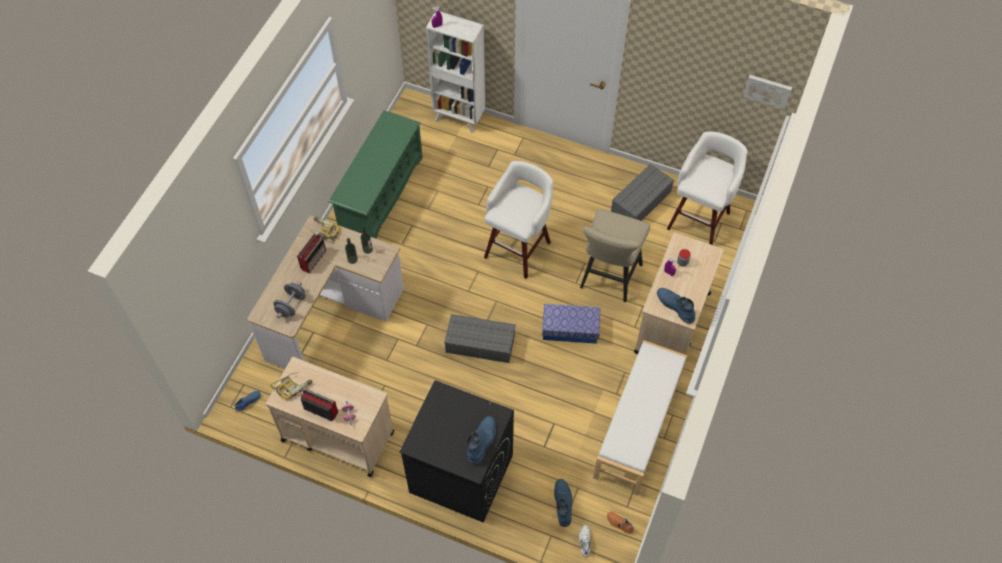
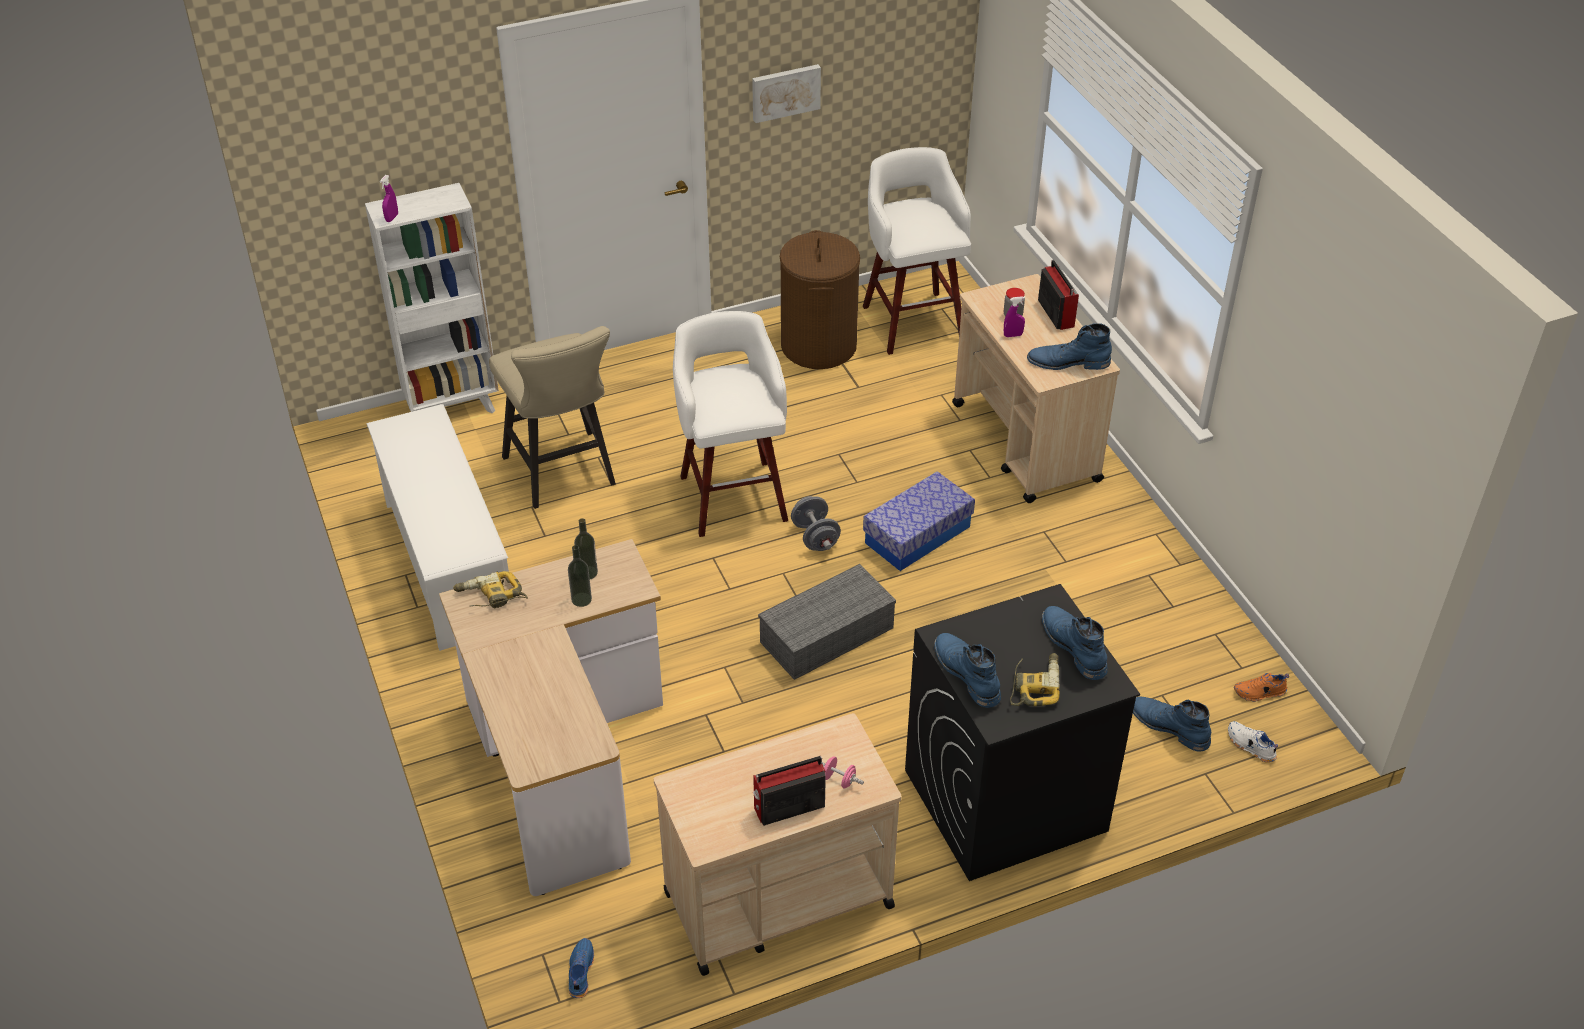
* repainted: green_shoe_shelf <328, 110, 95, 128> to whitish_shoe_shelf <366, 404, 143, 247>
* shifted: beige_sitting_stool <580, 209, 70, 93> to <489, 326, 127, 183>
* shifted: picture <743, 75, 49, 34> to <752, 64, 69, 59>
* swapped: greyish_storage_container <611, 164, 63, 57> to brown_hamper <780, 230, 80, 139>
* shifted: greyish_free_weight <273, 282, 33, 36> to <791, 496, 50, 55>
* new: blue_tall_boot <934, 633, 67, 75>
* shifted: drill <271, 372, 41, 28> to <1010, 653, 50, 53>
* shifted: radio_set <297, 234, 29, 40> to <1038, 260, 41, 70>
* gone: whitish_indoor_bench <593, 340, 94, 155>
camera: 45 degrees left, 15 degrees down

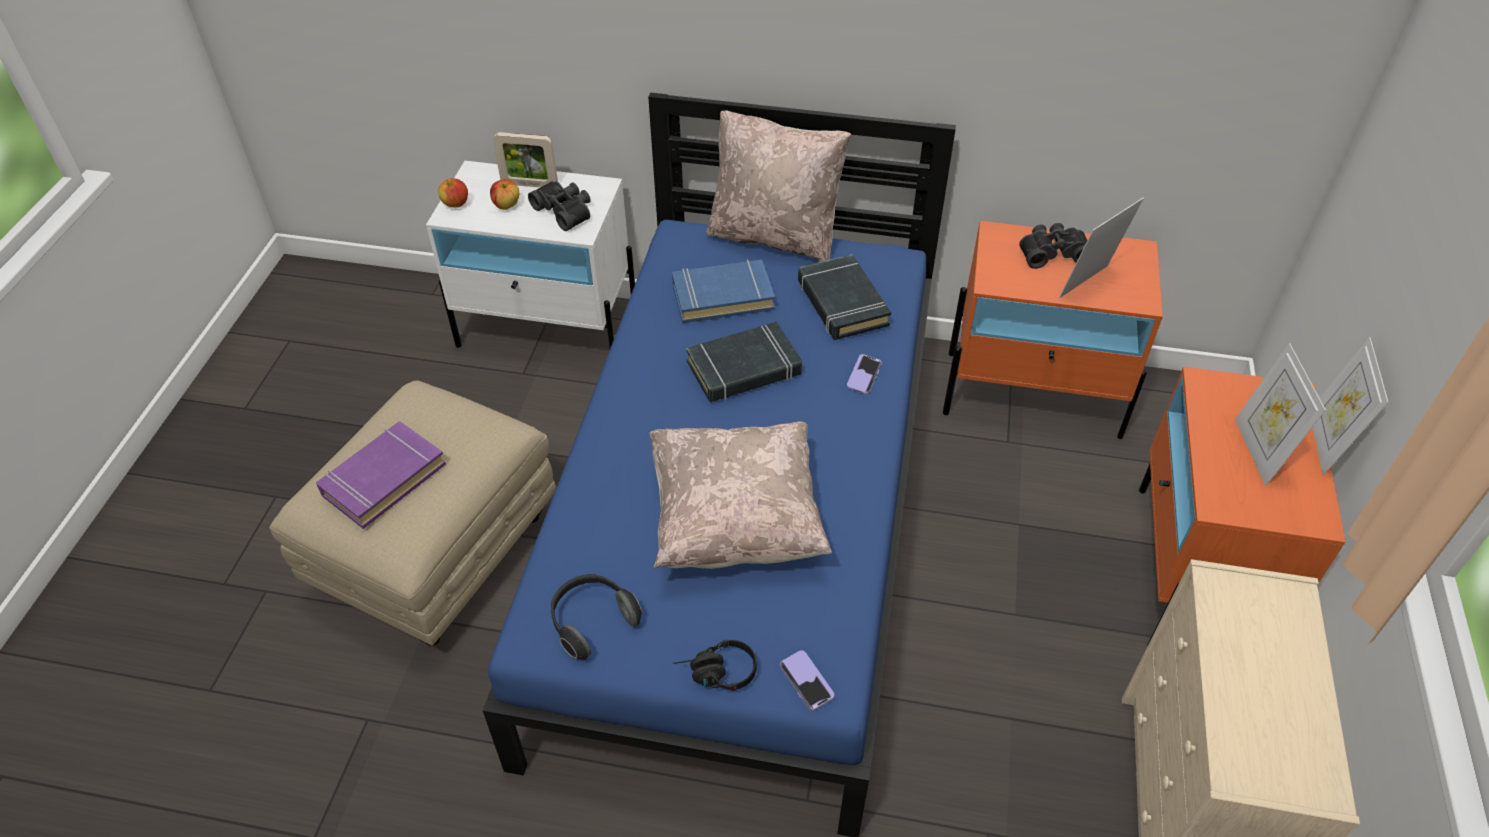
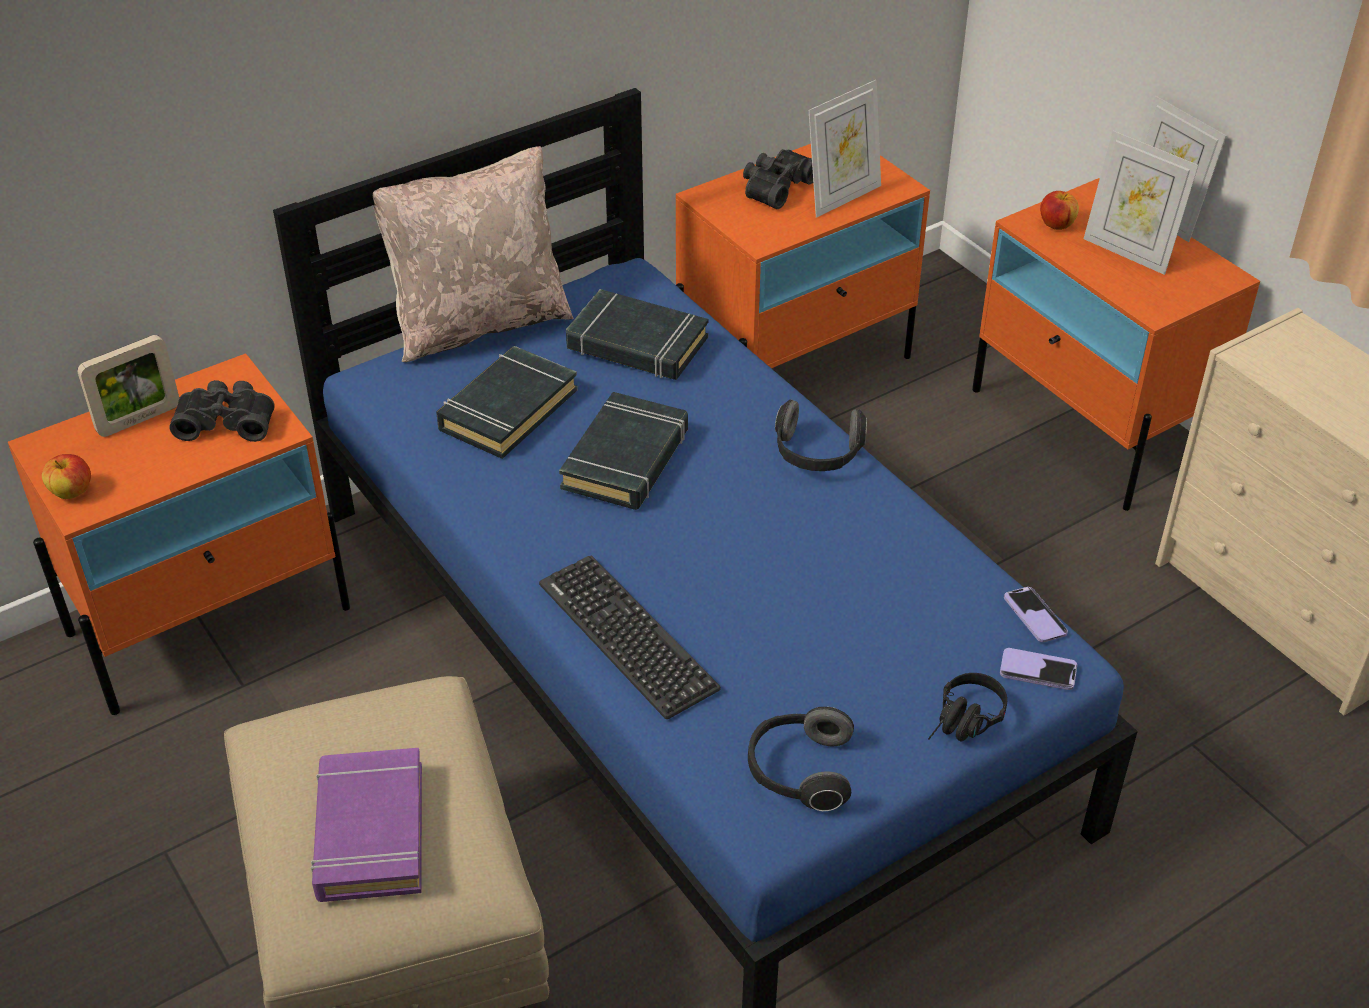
* repainted: whitish_bedside_table <426, 161, 209, 188> to orangey_bedside_table <8, 353, 342, 362>
* repainted: blue_bound_book <672, 259, 103, 64> to blackish_bound_book <436, 346, 142, 113>
* new: PC_keyboard <539, 556, 182, 163>
* new: headphones <775, 399, 92, 72>
* rotated: photo_frame <1059, 198, 85, 100> = <809, 80, 72, 138> 135 degrees counterclockwise
* shifted: telephone <847, 354, 35, 41> to <1004, 587, 64, 55>
* shifted: apple_fruit <490, 179, 29, 31> to <1040, 191, 39, 39>
* gone: beige_pillow <650, 421, 182, 148>
camera: 45 degrees left, 5 degrees down

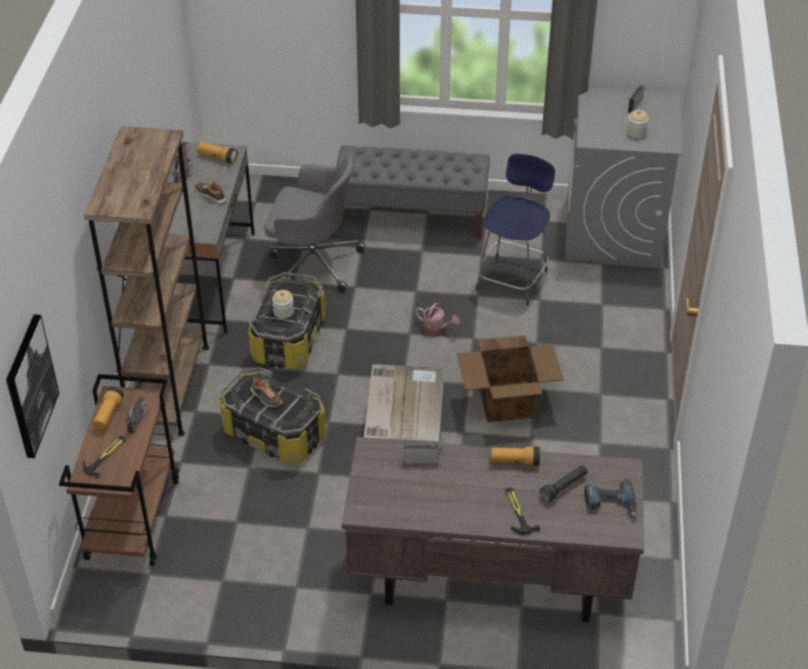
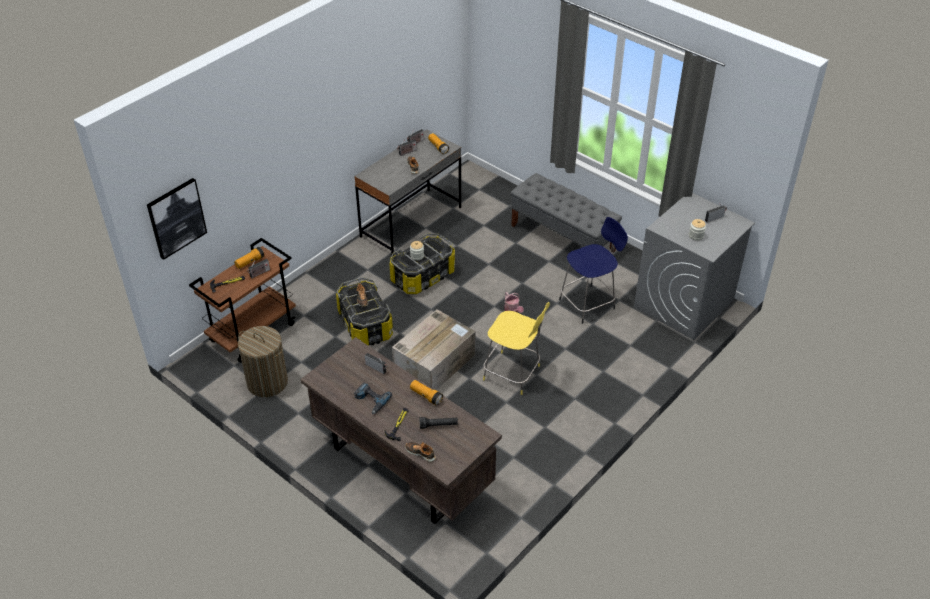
* new: hamper <238, 326, 50, 71>
* shifted: drill <584, 479, 53, 39> to <354, 382, 38, 32>
* new: item_of_footwear <405, 442, 31, 20>
* swapped: carton <457, 335, 107, 87> to yellow-coloured_sitting_stool <483, 302, 67, 93>
* gone: brown_bookcase <84, 126, 125, 310>
* gone: greyish_computer_chair <264, 156, 101, 136>
camera: 35 degrees right, 0 degrees up

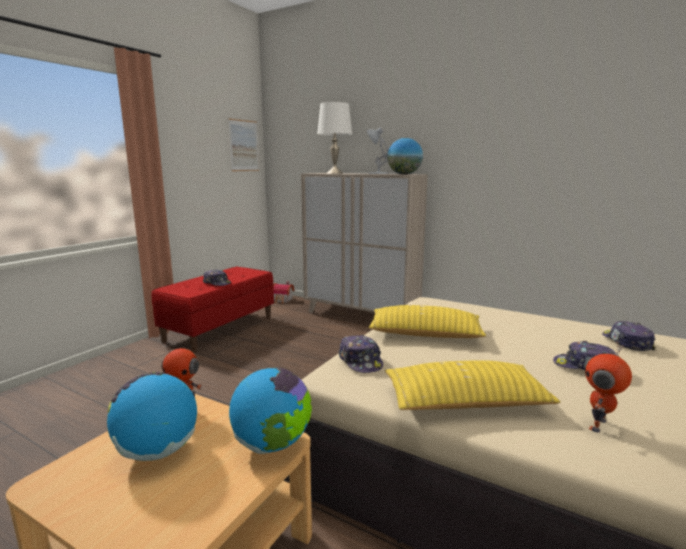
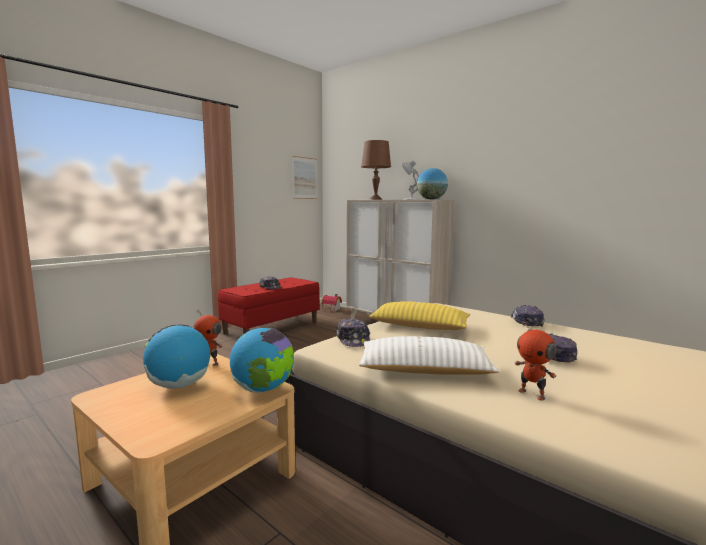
* repainted: yellow-coloured_pillow <385, 360, 176, 50> to whitish_pillow <359, 336, 140, 39>
* repainted: whitish_tabletop_lamp <317, 102, 35, 72> to brown_tabletop_lamp <361, 140, 30, 60>
* shifted: cap <602, 321, 54, 30> to <511, 305, 34, 22>
* rotated: model_robot <585, 345, 47, 88> = <515, 320, 42, 81> 90 degrees counterclockwise
camera: 10 degrees right, 5 degrees down

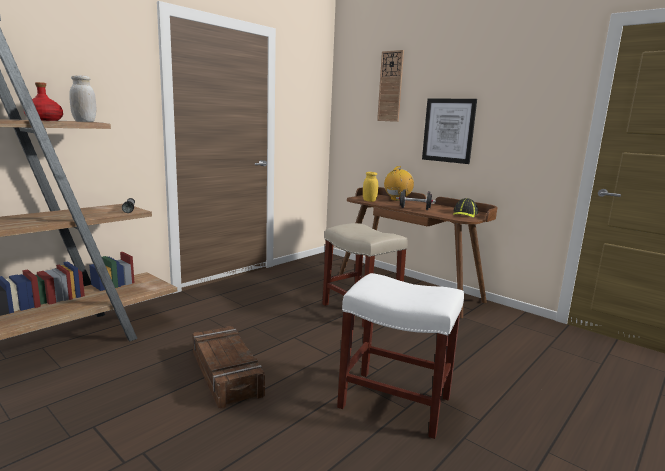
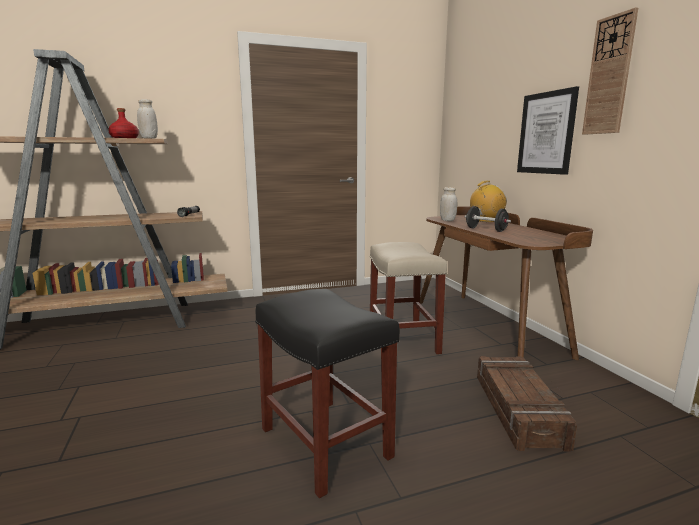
* repainted: whitish_sitting_stool <337, 273, 127, 166> to blackish_sitting_stool <255, 289, 145, 210>
* repainted: yellow-coloured_jar <363, 172, 15, 30> to whitish_jar <440, 187, 17, 34>
* shifted: crate <192, 326, 73, 83> to <477, 356, 100, 96>
* shifted: wall_clock <377, 50, 27, 72> to <582, 7, 56, 128>
* gone: cap <453, 198, 25, 20>
camera: 30 degrees right, 0 degrees up

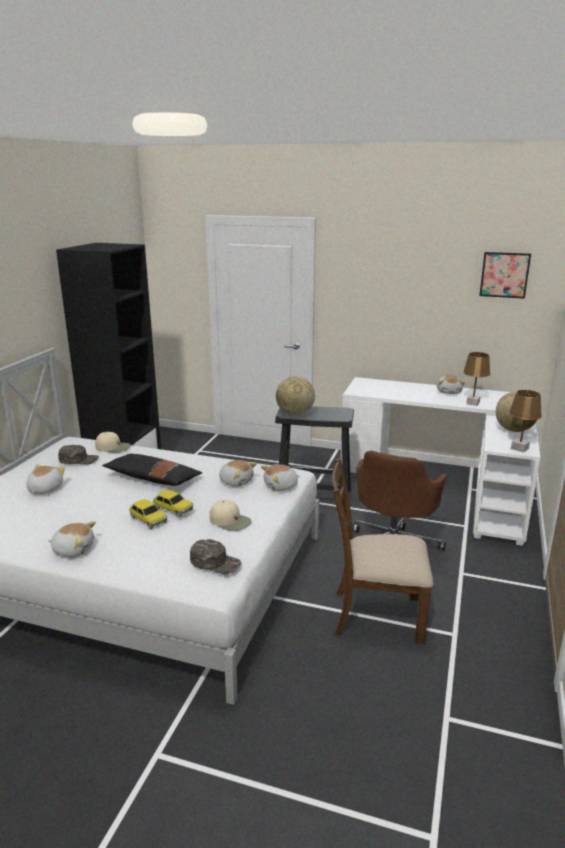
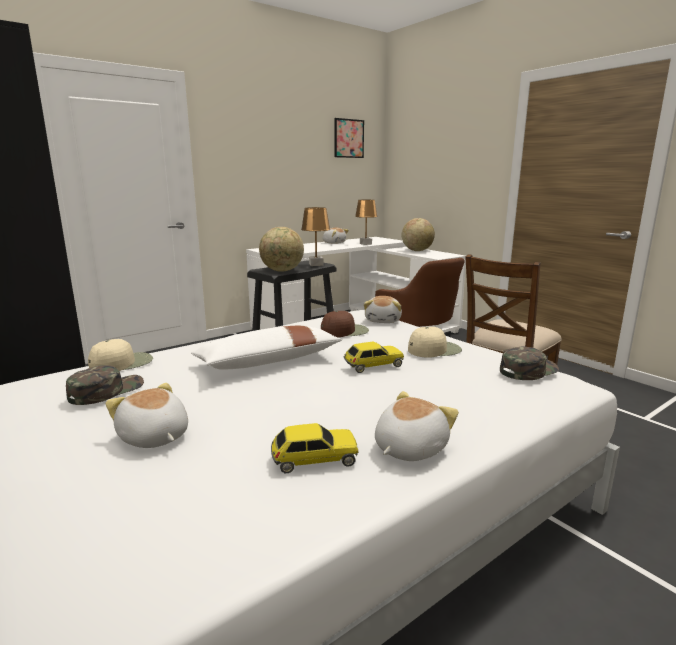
* repainted: blackish_pillow <102, 454, 101, 32> to whitish_pillow <191, 326, 151, 44>
* shifted: miniature_car <129, 499, 38, 30> to <271, 423, 88, 50>
* shifted: brown_tabletop_lamp <509, 390, 33, 62> to <301, 207, 29, 59>
* swapped: plush_toy <219, 460, 38, 27> to brown_cap <321, 311, 48, 26>
camera: 55 degrees left, 5 degrees down

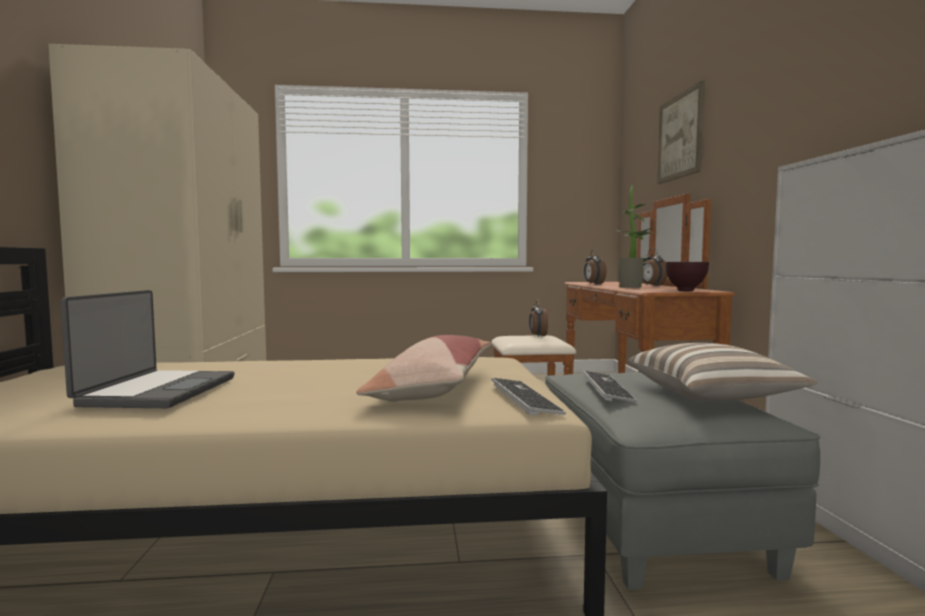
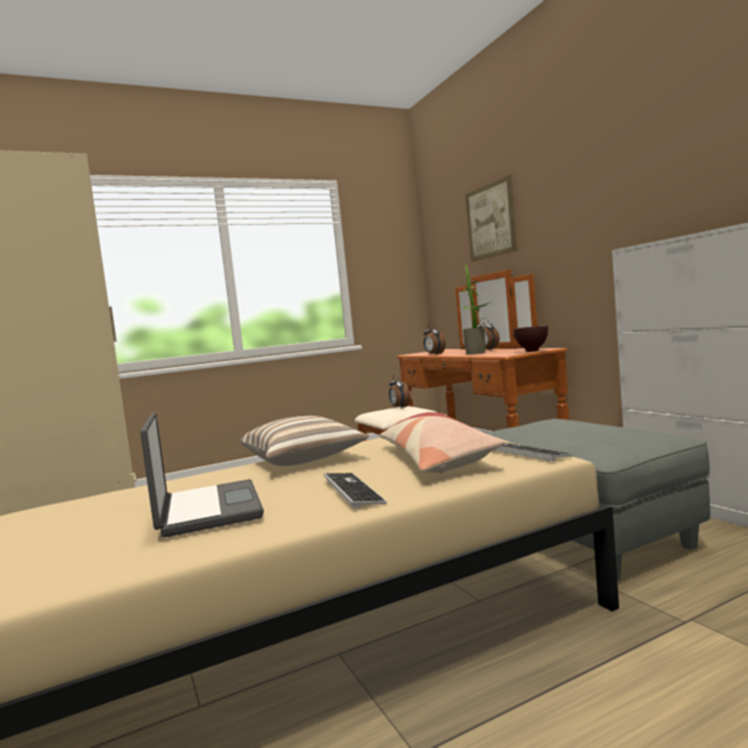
* shifted: pillow <628, 343, 190, 58> to <240, 416, 129, 50>
* shifted: PC_keyboard <583, 371, 54, 31> to <324, 473, 63, 35>
camera: 20 degrees left, 0 degrees up

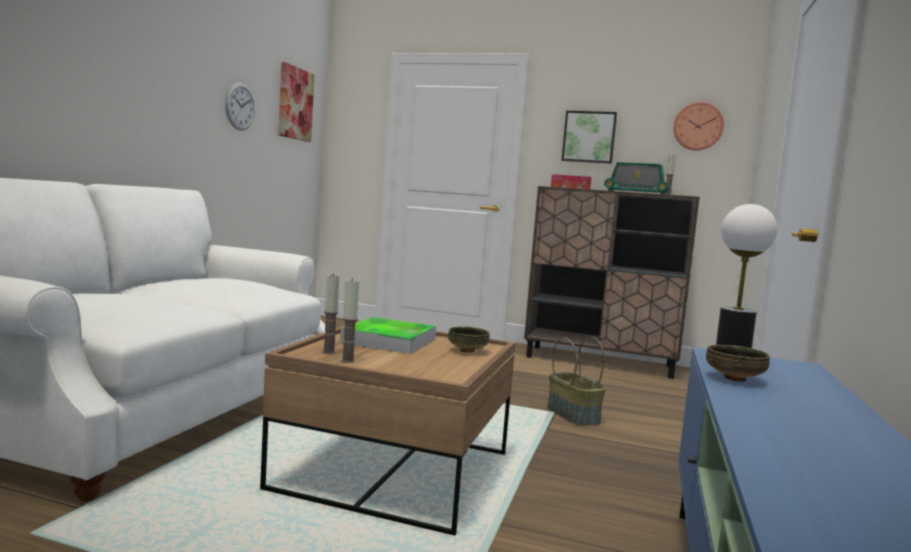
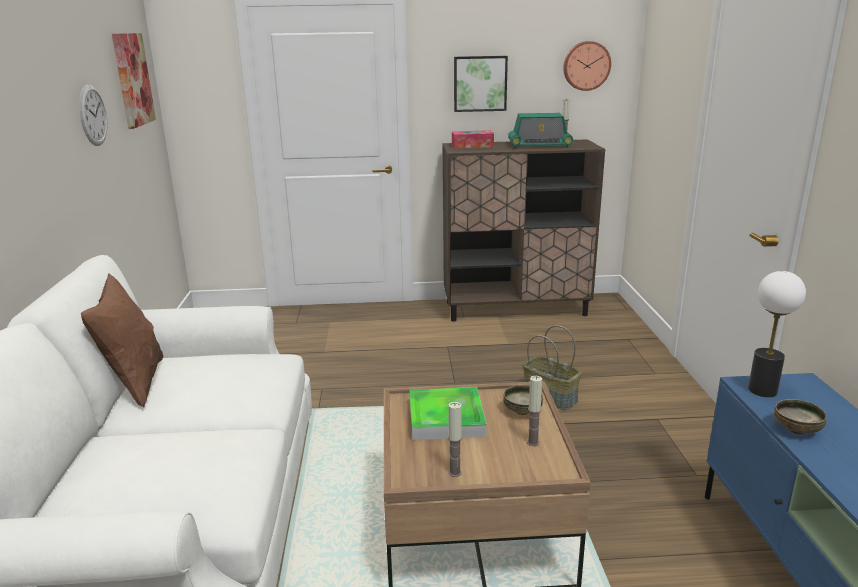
* new: brown_pillow <81, 273, 82, 135>
* shifted: wax_light <322, 273, 18, 81> to <527, 376, 15, 70>
camera: 20 degrees left, 15 degrees up

